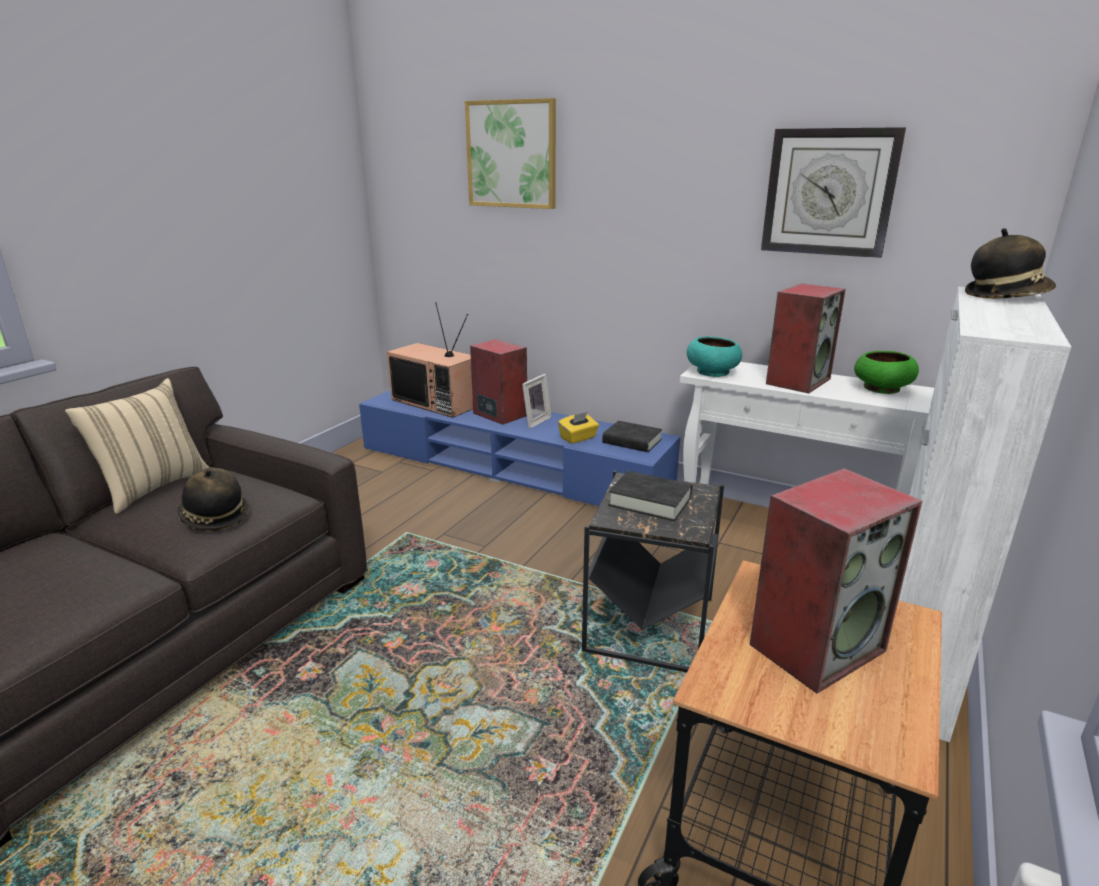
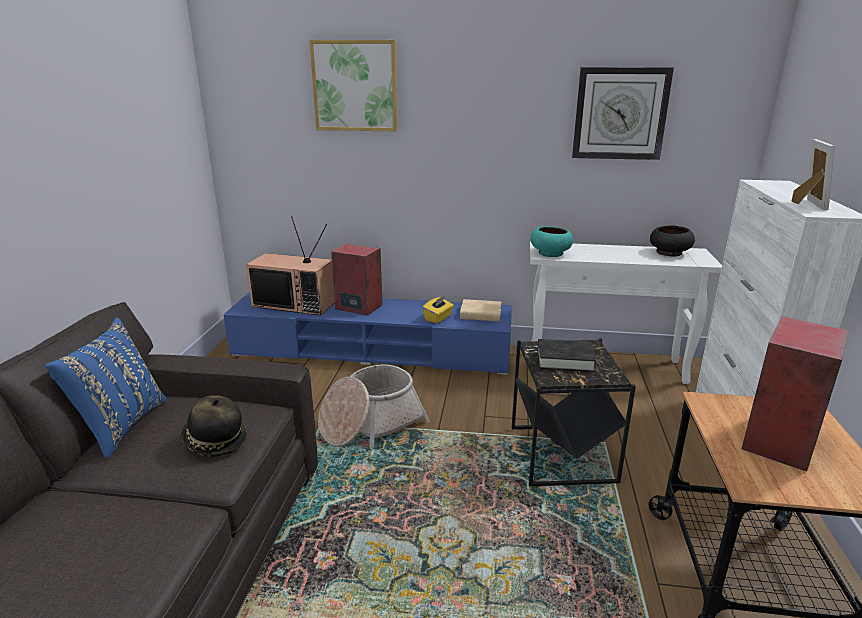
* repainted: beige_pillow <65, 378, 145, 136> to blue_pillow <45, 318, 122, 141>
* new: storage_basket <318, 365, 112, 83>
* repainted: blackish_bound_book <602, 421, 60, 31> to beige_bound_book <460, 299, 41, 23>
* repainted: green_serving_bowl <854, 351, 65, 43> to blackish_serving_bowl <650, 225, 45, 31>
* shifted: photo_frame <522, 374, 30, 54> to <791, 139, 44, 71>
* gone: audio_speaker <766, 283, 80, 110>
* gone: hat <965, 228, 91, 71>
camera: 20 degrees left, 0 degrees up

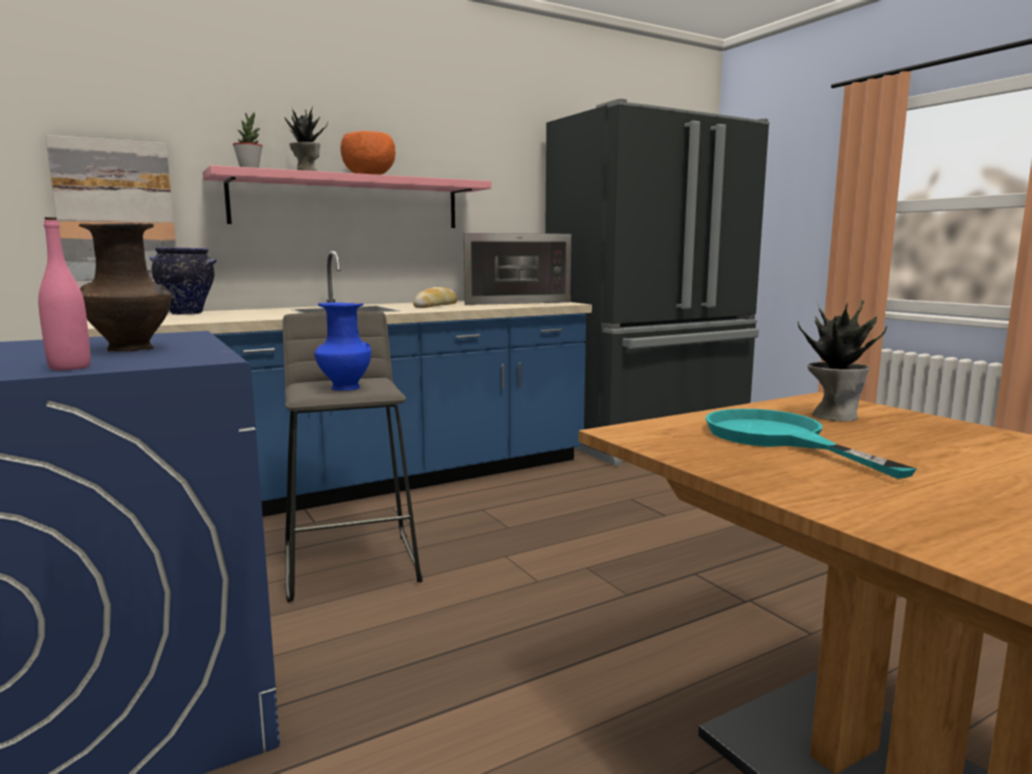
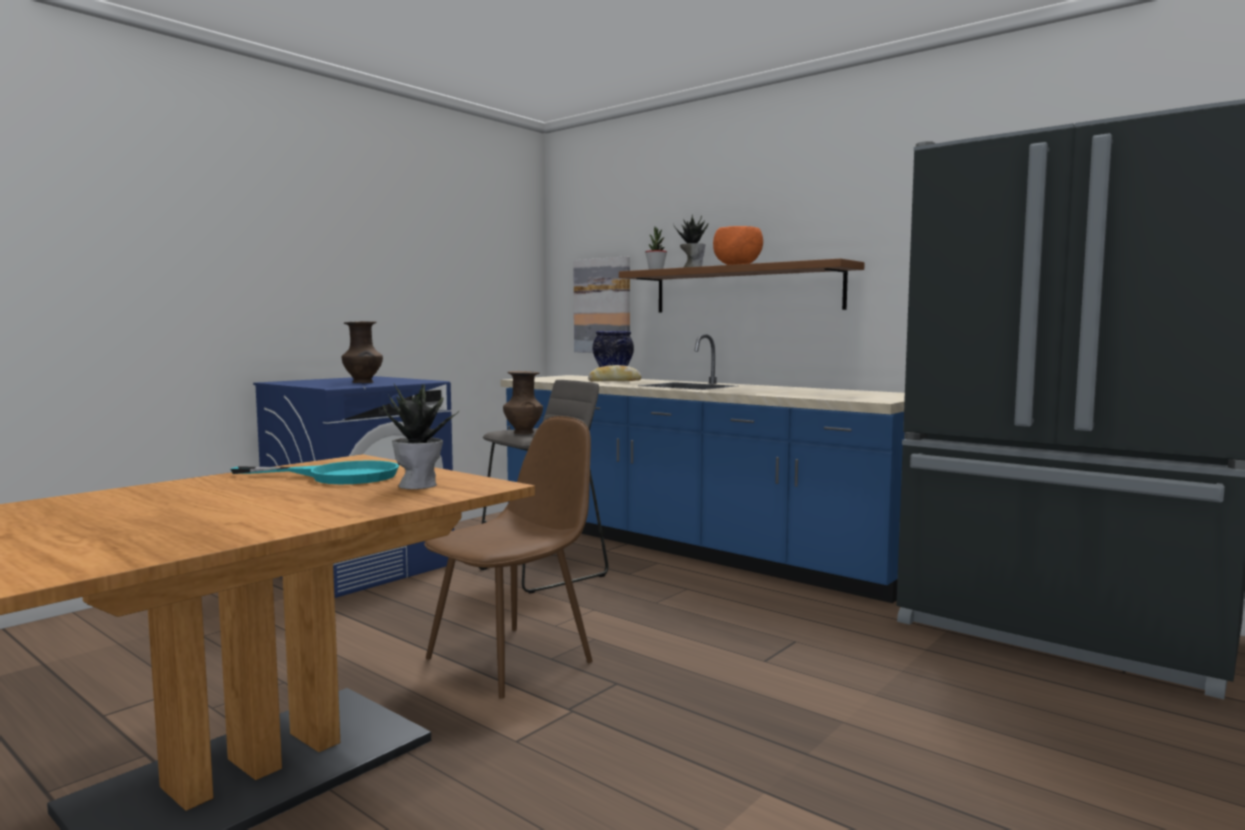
* rotated: turquoise-coloured_skillet <706, 409, 211, 70> = <230, 460, 169, 24> 45 degrees clockwise
* new: brown_upright_chair <424, 416, 169, 282>
* repainted: blue_decorative_vase <314, 302, 57, 89> to brown_decorative_vase <503, 371, 40, 63>
* shifted: bakery_bread <413, 287, 44, 21> to <588, 365, 53, 16>
* repainted: pink-coloured_wall_shelf <203, 165, 289, 63> to brown_wall_shelf <619, 258, 246, 55>
* gone: pink-coloured_drink_bottle <38, 217, 53, 153>
* gone: microwave_oven <464, 233, 107, 72>
camera: 70 degrees right, 5 degrees down

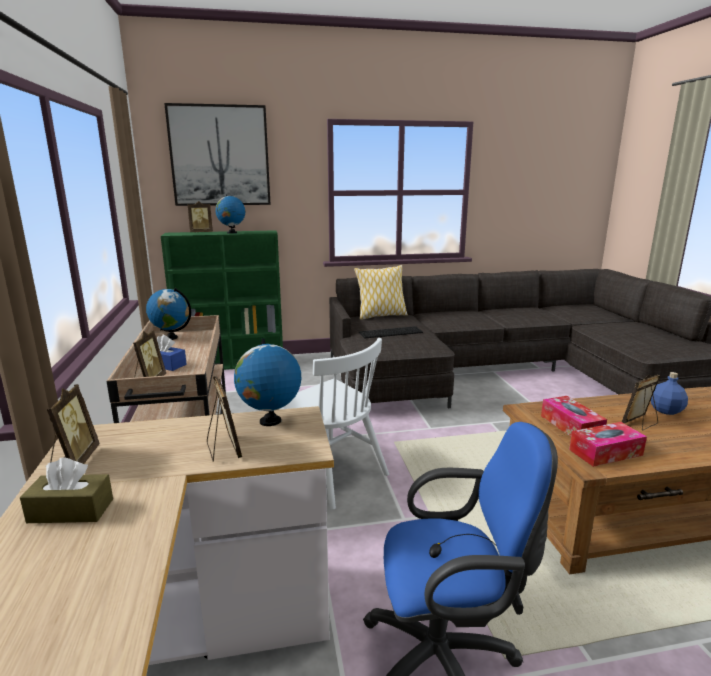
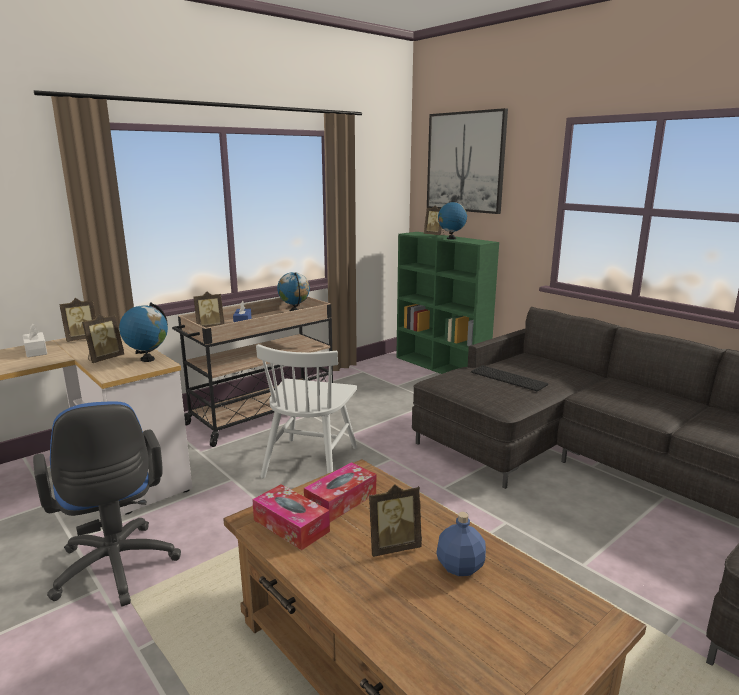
* repainted: brown_box_of_tissues <20, 458, 93, 65> to whitish_box_of_tissues <23, 323, 24, 34>
* rotated: photo_frame <622, 374, 38, 56> = <369, 485, 53, 72> 135 degrees clockwise
* gone: pillow <354, 265, 54, 55>
camera: 60 degrees right, 0 degrees up

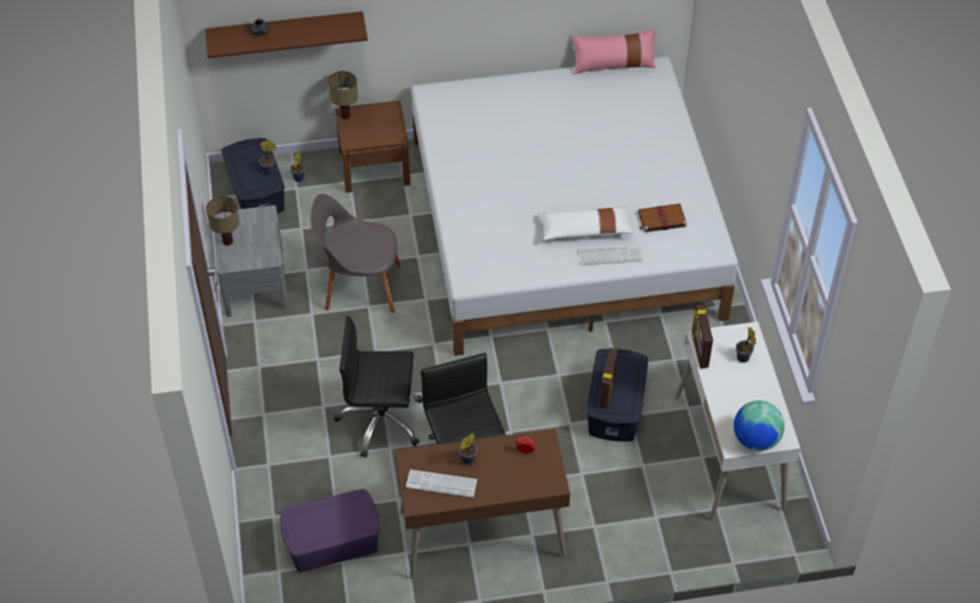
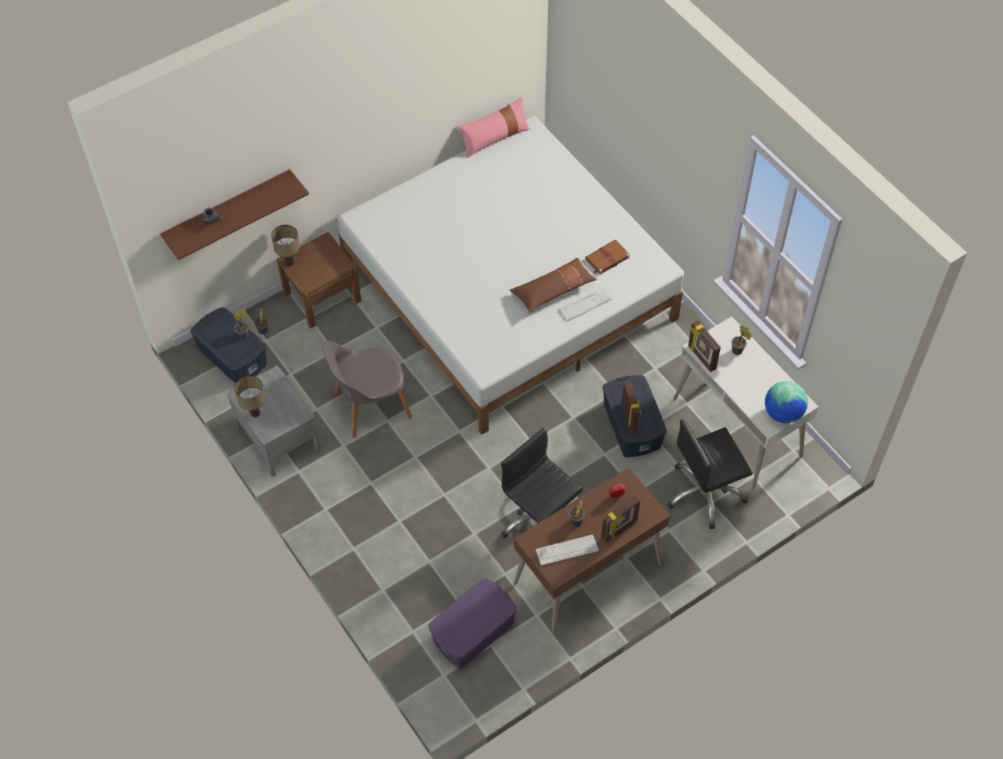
* repainted: whitish_pillow <539, 206, 95, 34> to brown_pillow <510, 258, 87, 54>
* new: photo_frame <601, 496, 39, 47>
* shifted: blackish_computer_chair <334, 316, 88, 142> to <667, 419, 85, 110>
camera: 25 degrees left, 5 degrees up

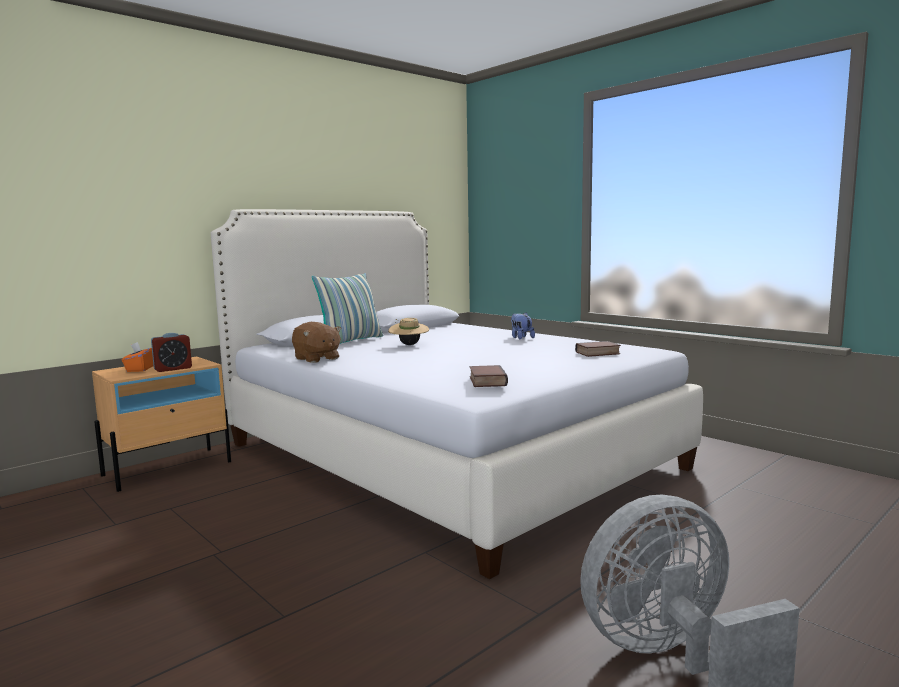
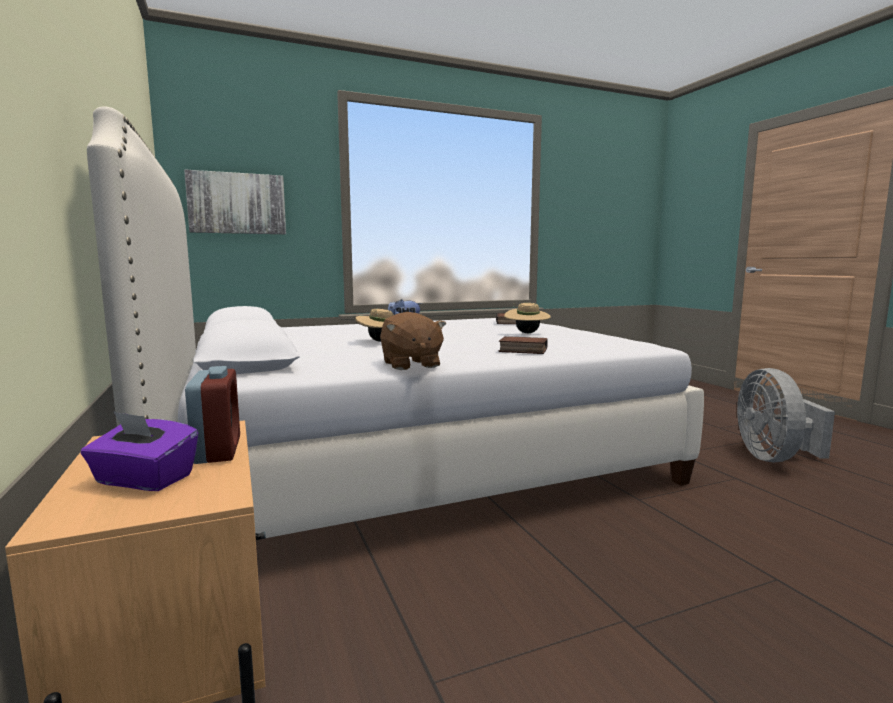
* repainted: orangey_box_of_tissues <121, 342, 32, 30> to purplish_box_of_tissues <81, 411, 117, 80>
* new: picture <184, 170, 102, 64>
* rotated: brown_plush_toy <292, 322, 50, 41> = <380, 312, 66, 58> 90 degrees clockwise
* shifted: bound_book <470, 365, 38, 22> to <499, 336, 49, 18>
* new: beige_hat <504, 303, 47, 30>
* gone: pillow <312, 273, 71, 71>
camera: 70 degrees left, 0 degrees up

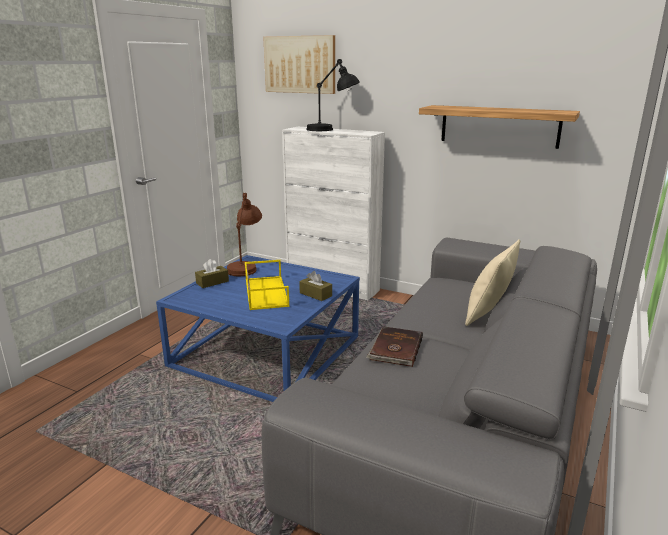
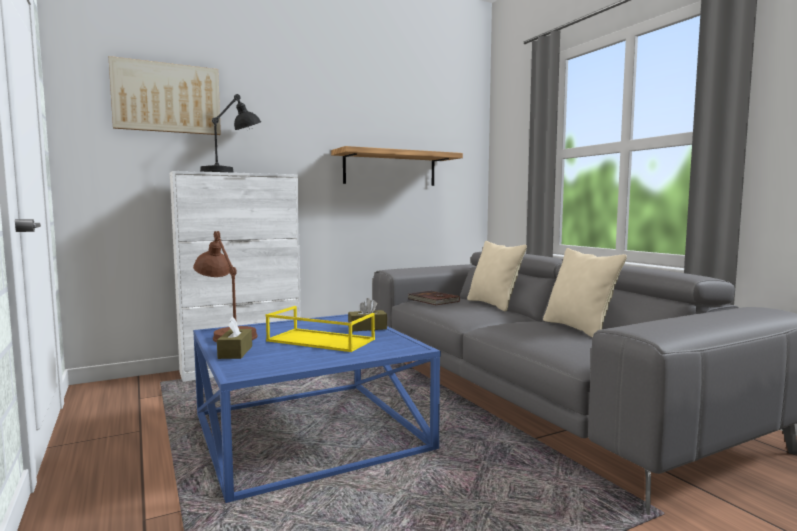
* shifted: brown_bound_book <366, 326, 57, 41> to <407, 291, 53, 14>
* new: beige_pillow <543, 248, 84, 90>
camera: 55 degrees left, 15 degrees down

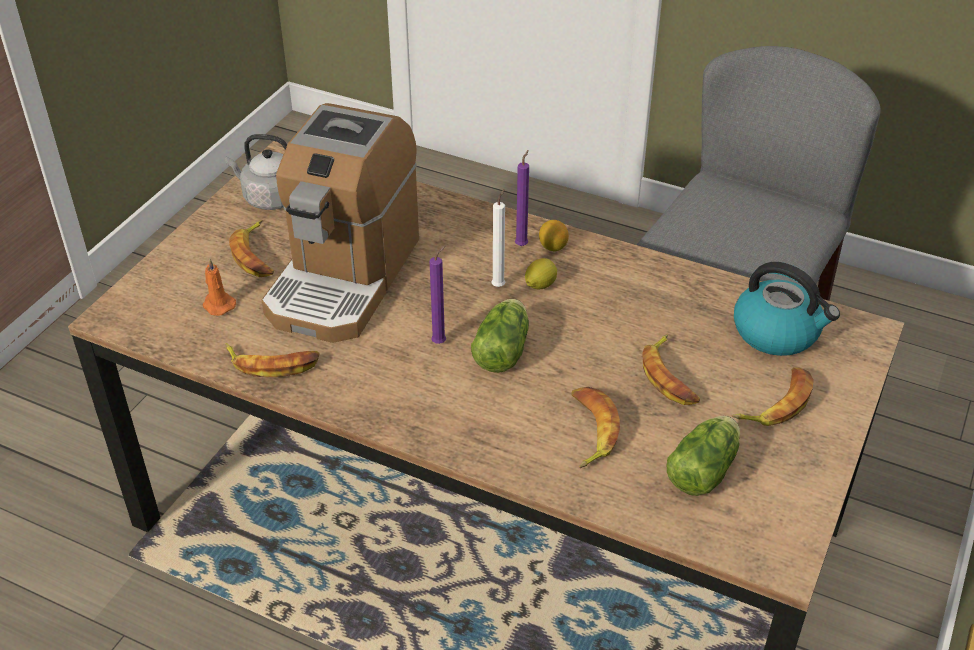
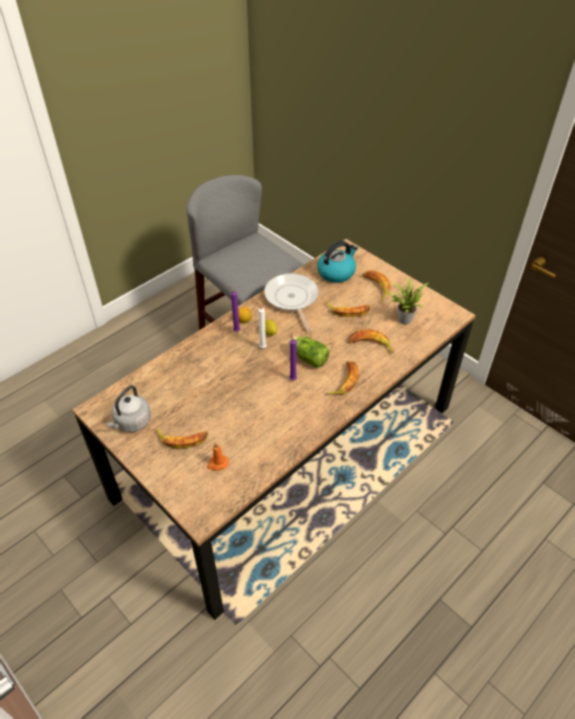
* new: skillet <264, 273, 55, 59>
* shifted: whole_banana <225, 343, 95, 34> to <326, 361, 33, 34>
* swapped: head_of_lettuce <667, 416, 73, 80> to potted_plant <387, 277, 41, 48>
* gone: coffee_maker <262, 103, 157, 240>
camera: 70 degrees left, 5 degrees up

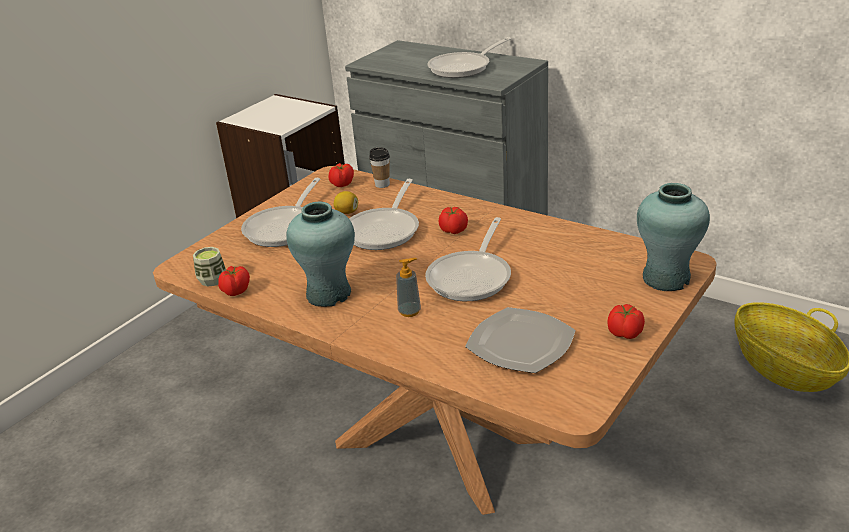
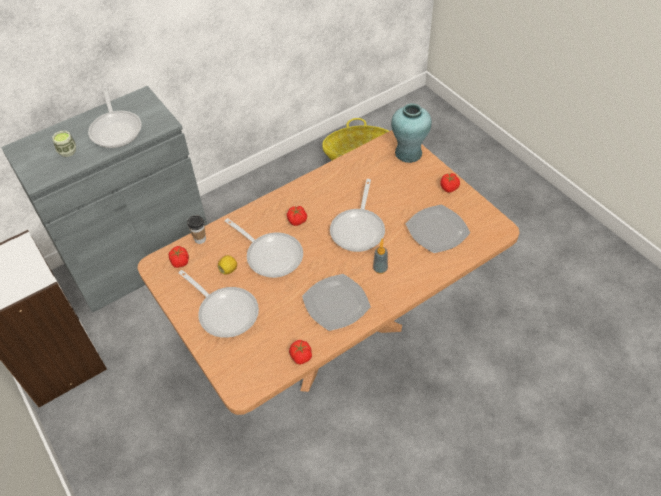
* shifted: small_cup <193, 247, 33, 40> to <52, 131, 24, 26>
* swapped: turquoise-coloured_decorative_vase <286, 201, 69, 106> to dinner_plate <302, 274, 69, 57>
* rotated: skillet <425, 217, 86, 84> = <330, 179, 55, 73> 60 degrees clockwise
camera: 70 degrees left, 20 degrees up

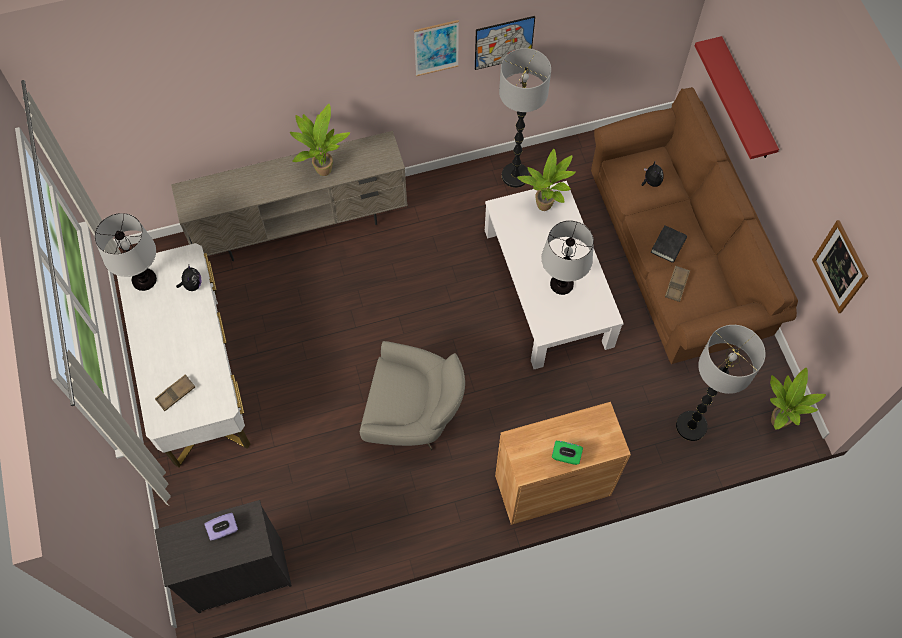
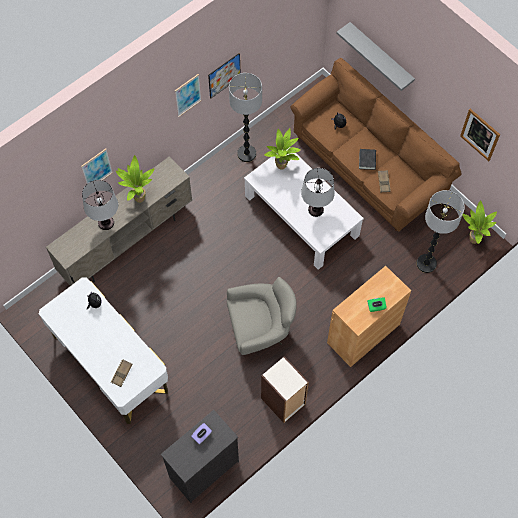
* new: picture <81, 149, 32, 35>
* shifted: tabletop_lamp <95, 213, 62, 78> to <82, 180, 36, 50>
* new: bookcase <261, 356, 48, 67>
* repainted: red_wall_shelf <695, 36, 84, 123> to greyish_wall_shelf <336, 22, 79, 69>
camera: 25 degrees left, 0 degrees up

